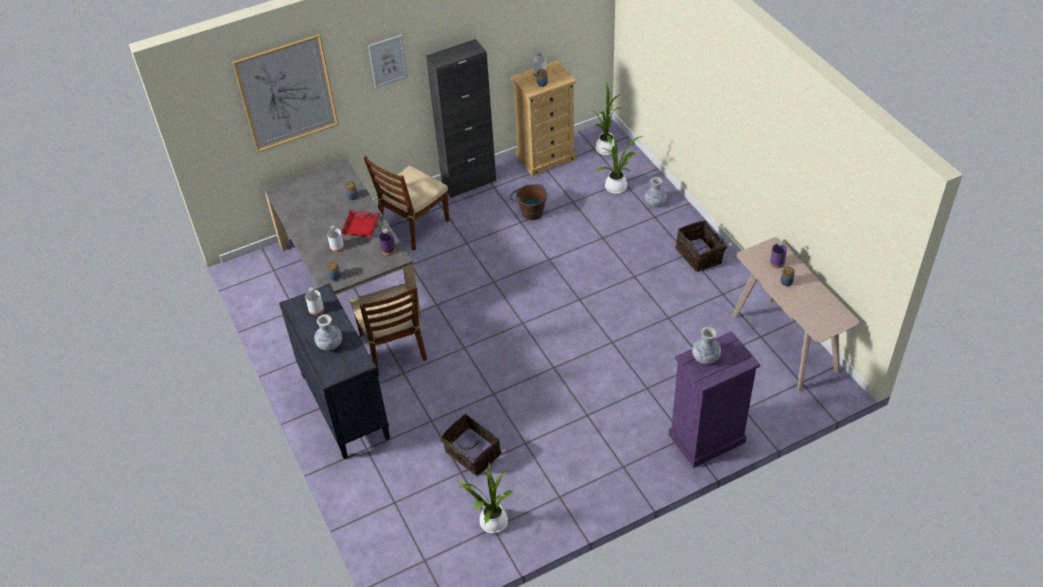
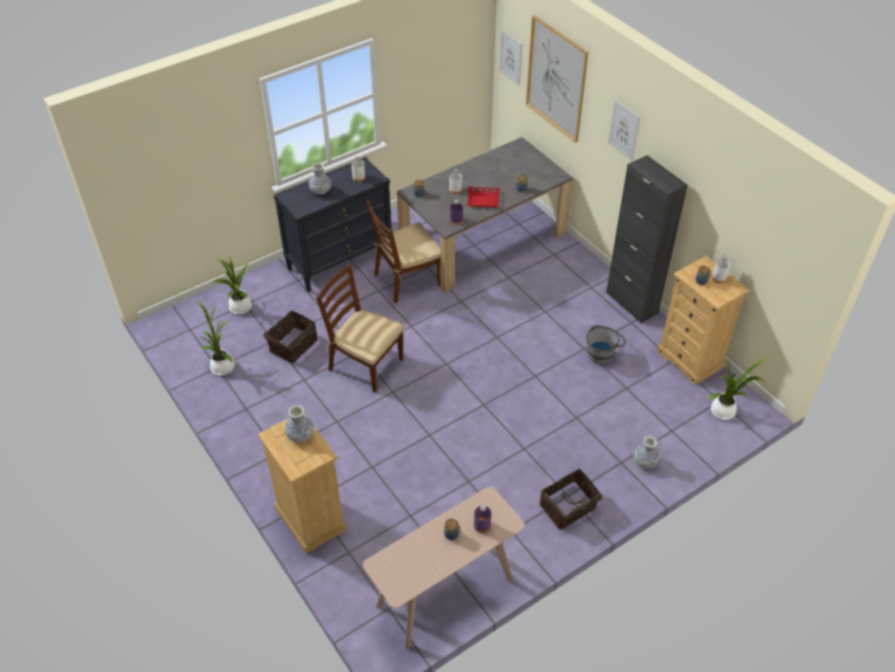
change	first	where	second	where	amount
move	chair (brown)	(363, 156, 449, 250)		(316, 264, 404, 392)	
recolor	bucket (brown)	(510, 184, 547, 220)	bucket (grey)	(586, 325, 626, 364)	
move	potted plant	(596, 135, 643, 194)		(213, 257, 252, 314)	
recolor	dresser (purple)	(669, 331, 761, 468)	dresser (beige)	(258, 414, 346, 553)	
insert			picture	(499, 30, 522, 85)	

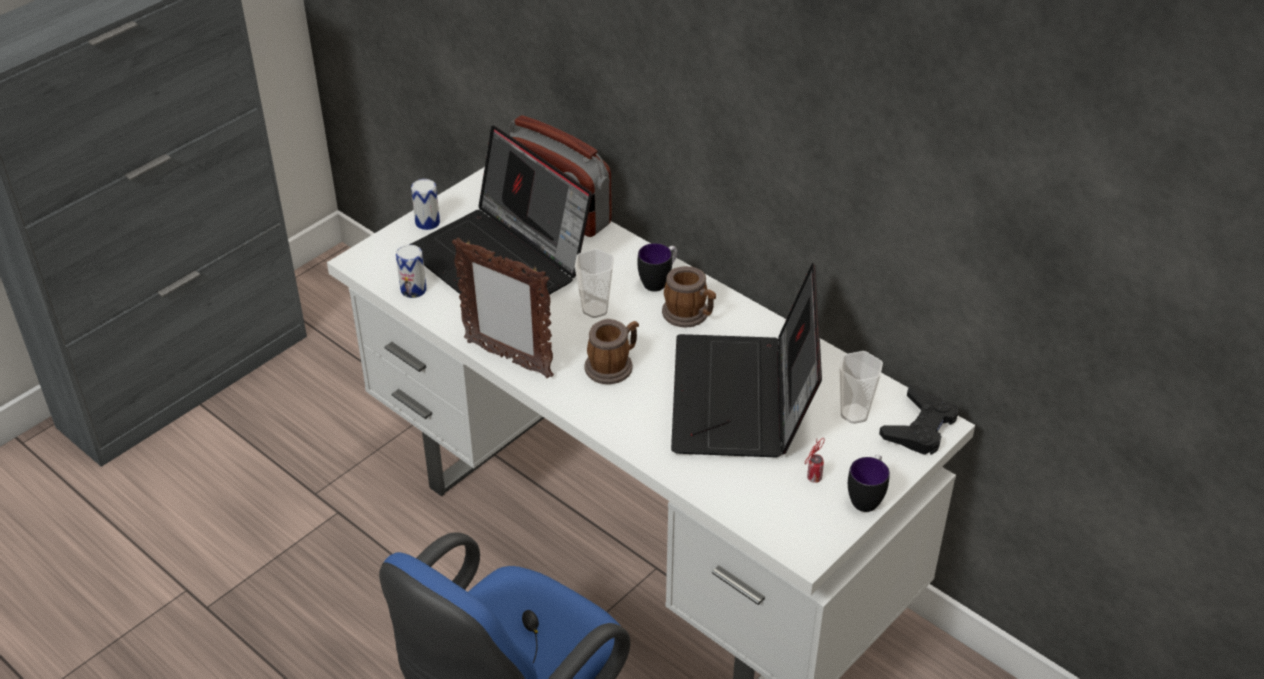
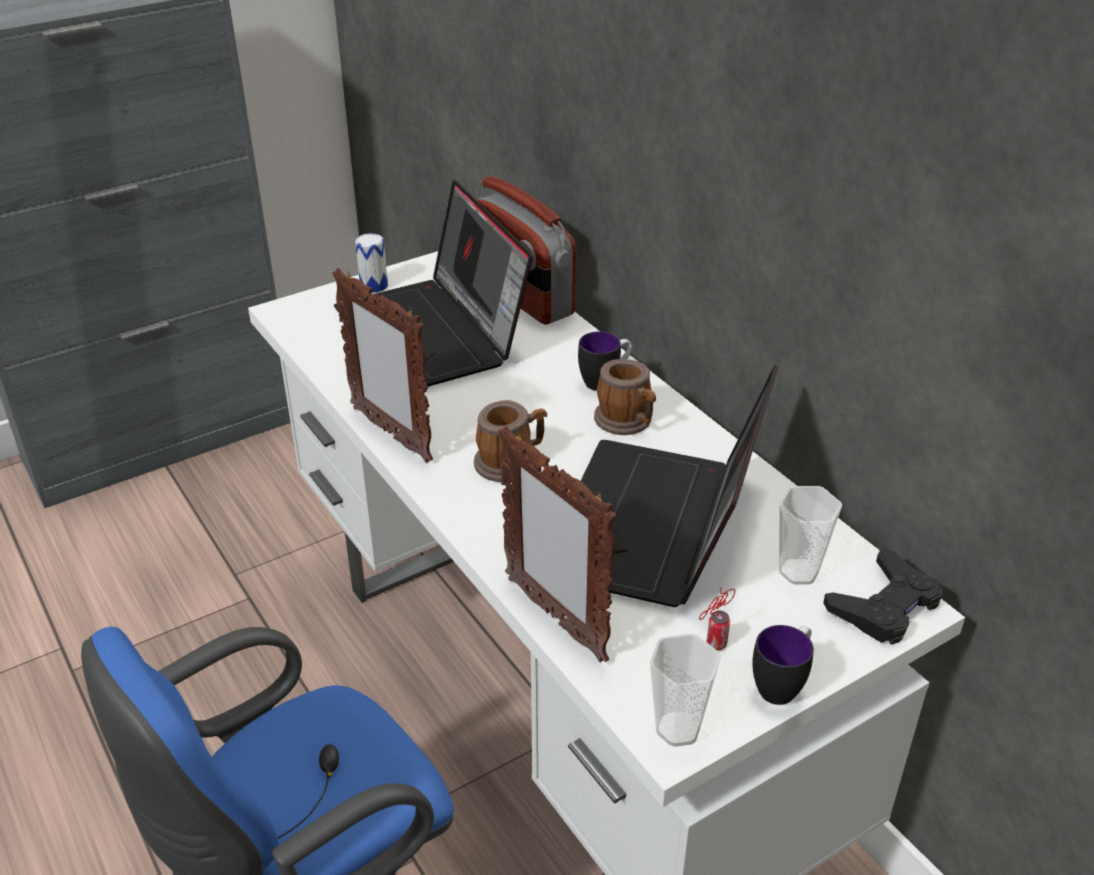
change	first	where	second	where	amount
delete	can	(396, 245, 427, 298)			
move	cup	(575, 249, 614, 318)		(650, 634, 721, 747)	
insert			picture frame	(498, 426, 617, 662)	

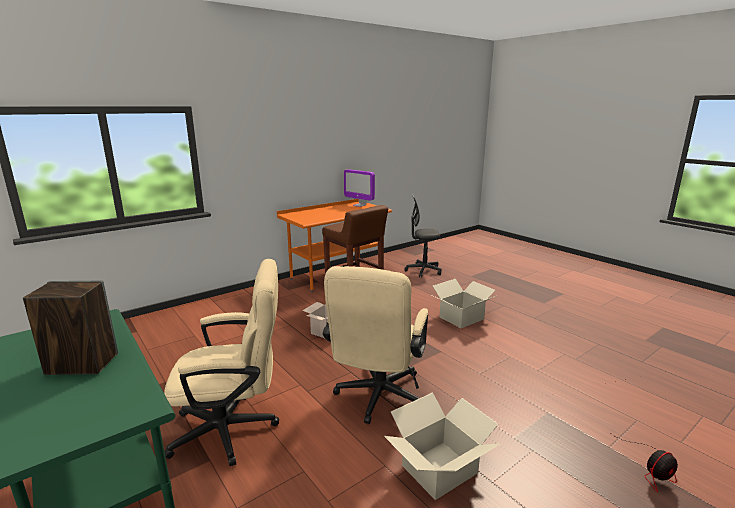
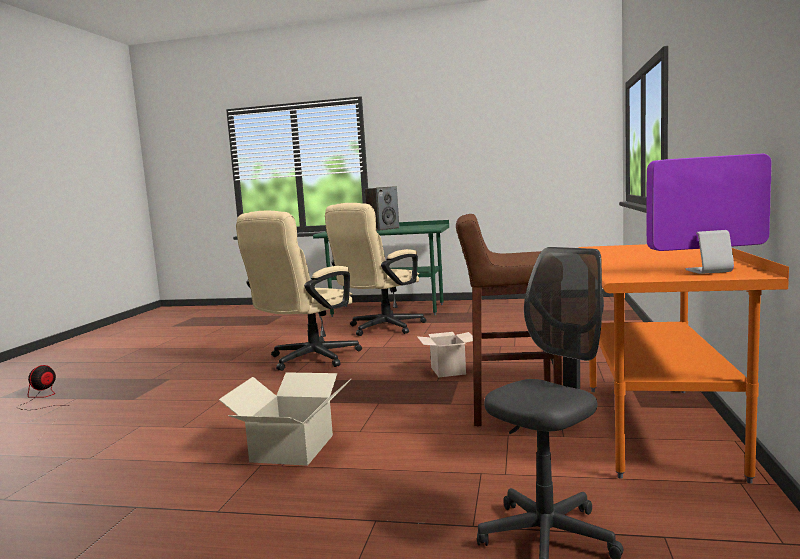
change	first	where	second	where	amount
rotate	office chair (beige)	(323, 266, 428, 424)		(236, 211, 362, 371)	120 degrees counterclockwise
delete	cardboard box	(384, 393, 500, 500)			

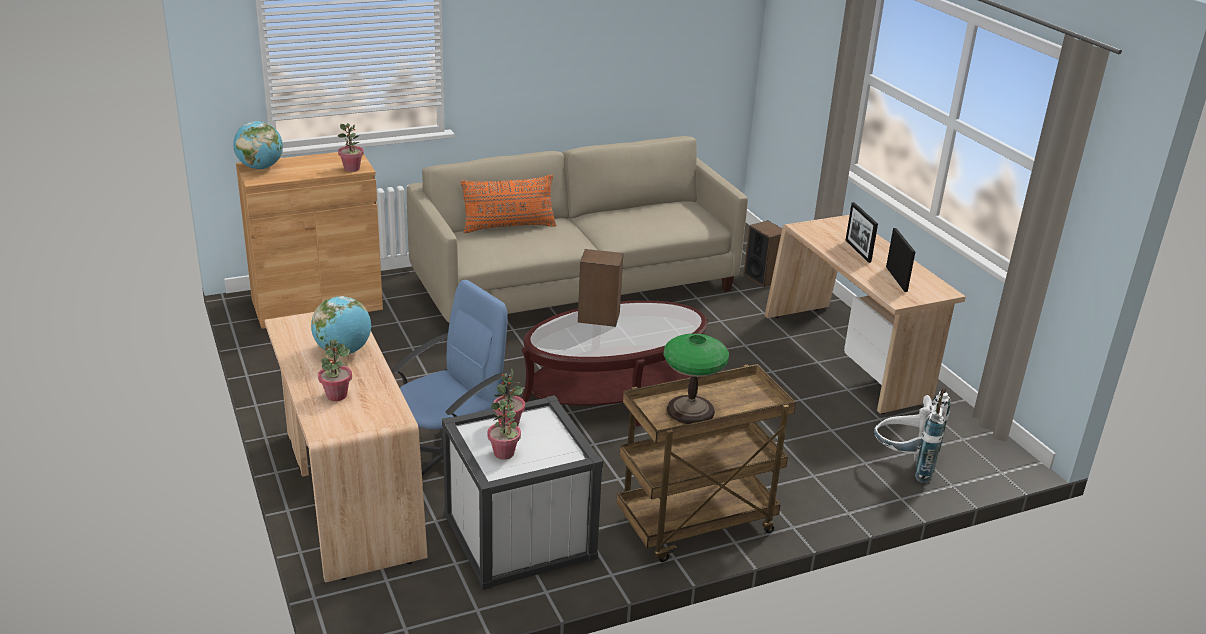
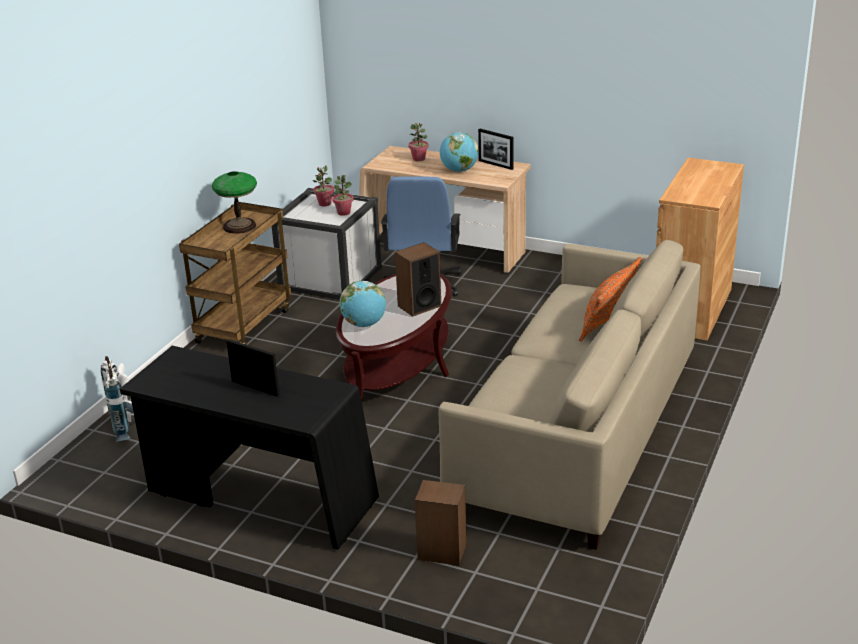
change	first	where	second	where	amount
move	globe	(233, 121, 283, 169)		(340, 281, 386, 327)	
delete	potted plant	(338, 123, 364, 172)			
recolor	desk (beige)	(765, 215, 966, 414)	desk (black)	(120, 346, 379, 550)	
move	picture frame	(886, 228, 915, 292)		(478, 129, 513, 170)	

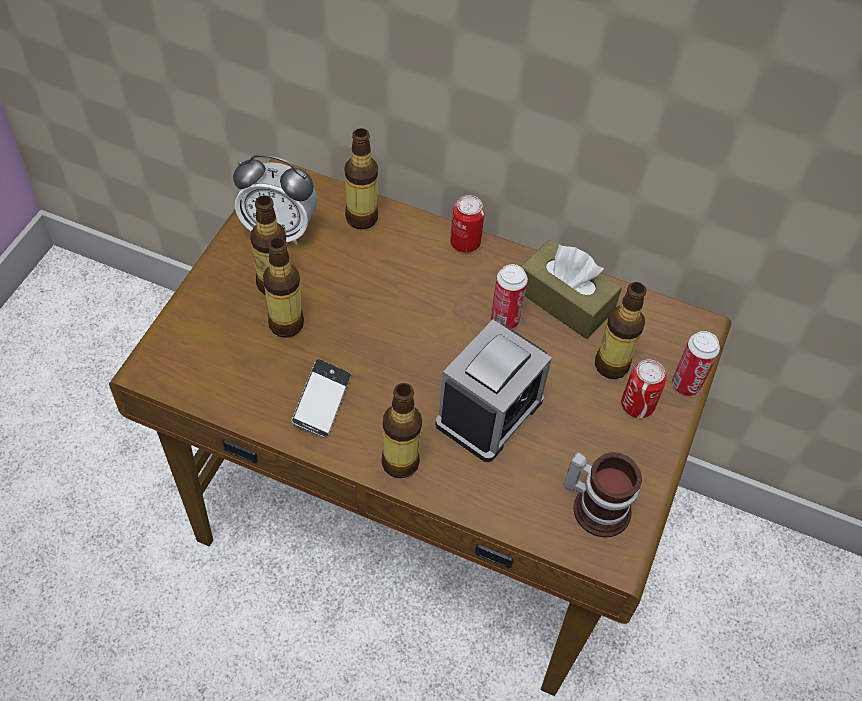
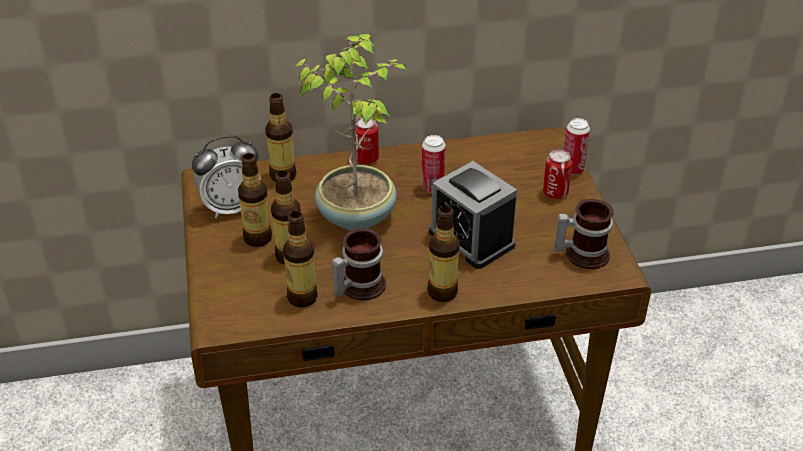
change	first	where	second	where	amount
replace	phone	(291, 359, 351, 438)	mug	(332, 228, 386, 300)	
rotate	alarm clock	(435, 320, 552, 462)		(429, 161, 517, 269)	135 degrees clockwise
delete	tissue box (brown)	(521, 240, 622, 339)			
move	bottle	(595, 282, 647, 379)		(283, 211, 318, 307)	
insert			potted plant	(294, 33, 407, 230)	

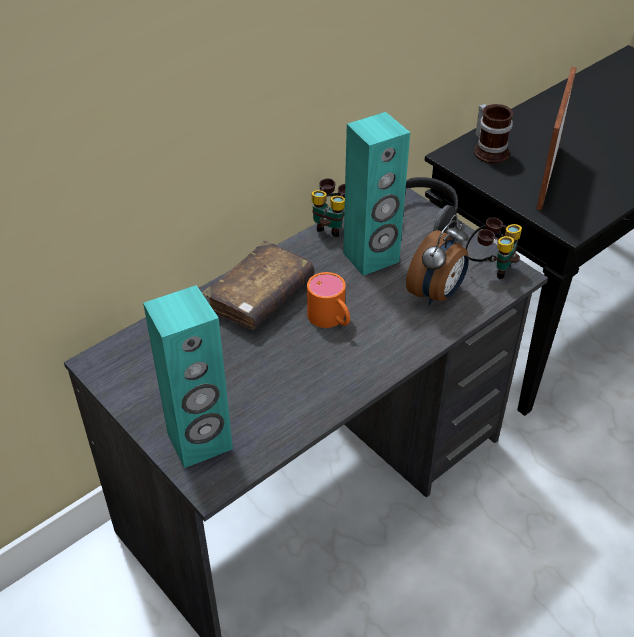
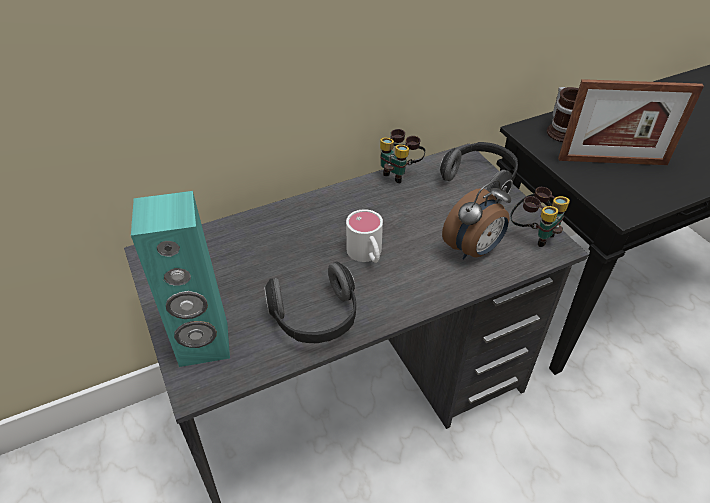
change	first	where	second	where	amount
delete	book (brown)	(202, 240, 315, 330)			
recolor	mug (orange)	(307, 272, 350, 328)	mug (white)	(346, 209, 383, 263)	
delete	speaker (turquoise)	(343, 112, 410, 276)			
rotate	picture frame	(537, 67, 577, 210)		(558, 79, 704, 165)	120 degrees counterclockwise
insert			headphones	(264, 261, 356, 343)	

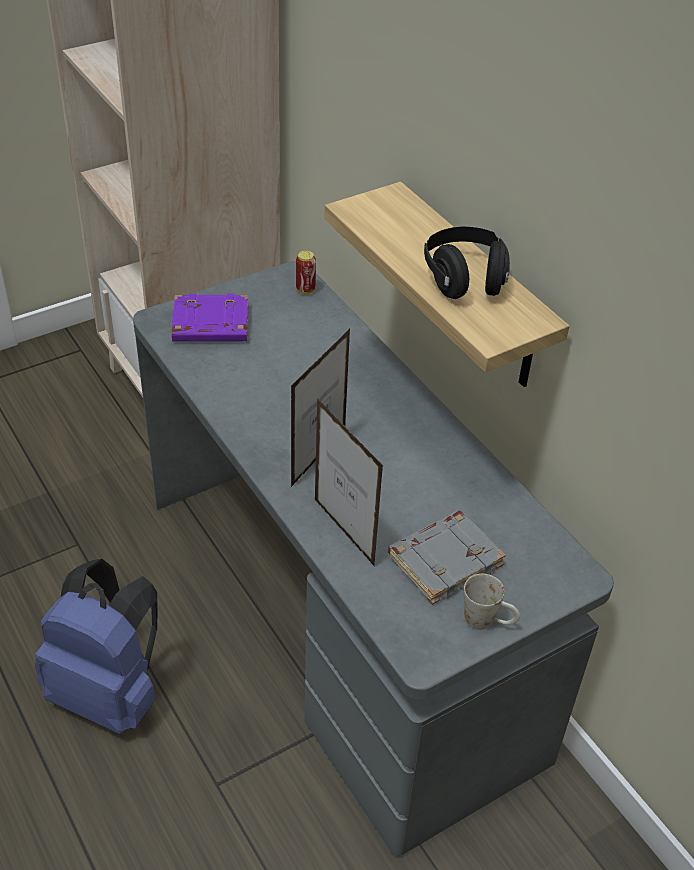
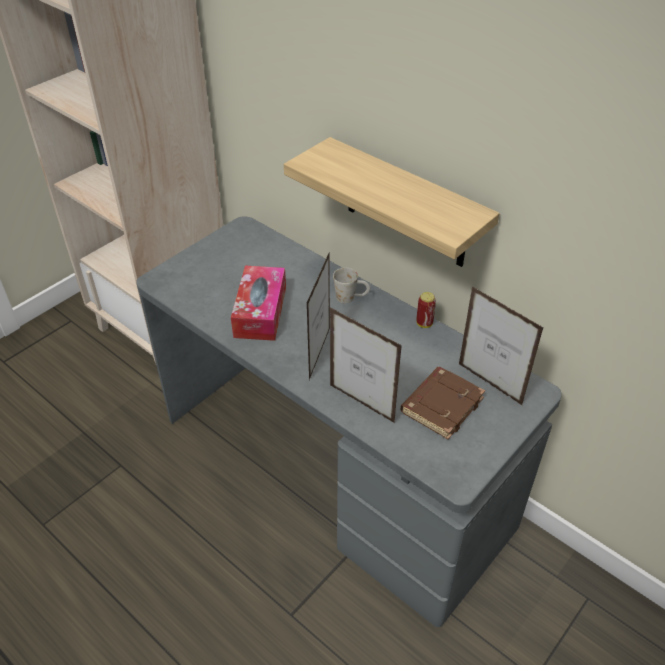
change	first	where	second	where	amount
delete	backpack (blue)	(35, 559, 158, 734)			
delete	book (purple)	(172, 293, 248, 342)			
move	can	(296, 251, 316, 294)		(416, 292, 436, 328)	
recolor	book (grey)	(388, 510, 506, 605)	book (brown)	(401, 367, 485, 440)	
delete	headphones (black)	(424, 227, 510, 299)			
move	mug (white)	(464, 574, 520, 630)		(333, 268, 370, 304)	
insert			tissue box	(231, 266, 286, 341)	
insert			picture frame	(459, 286, 544, 406)	

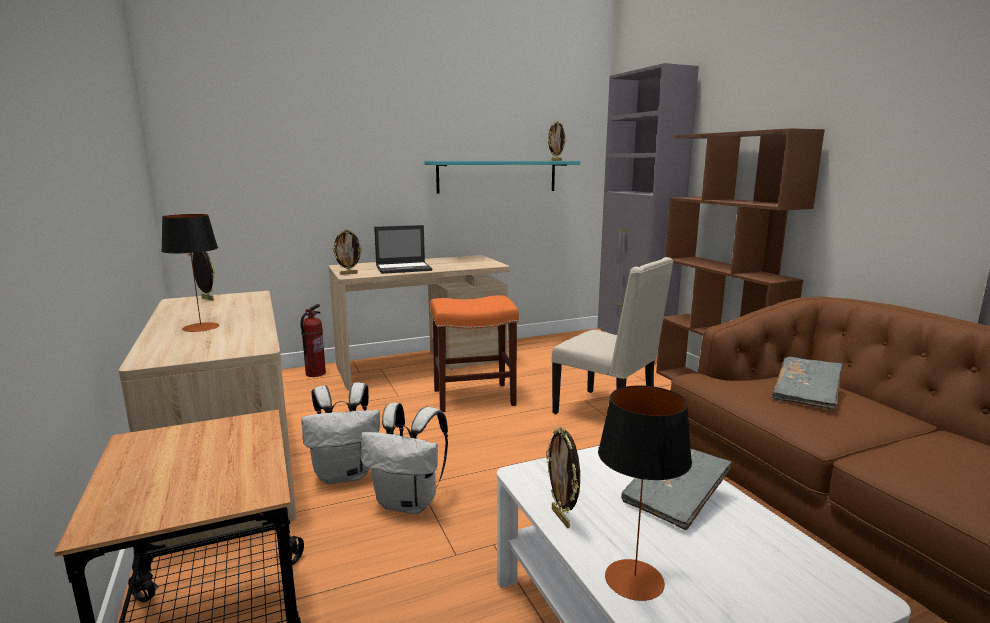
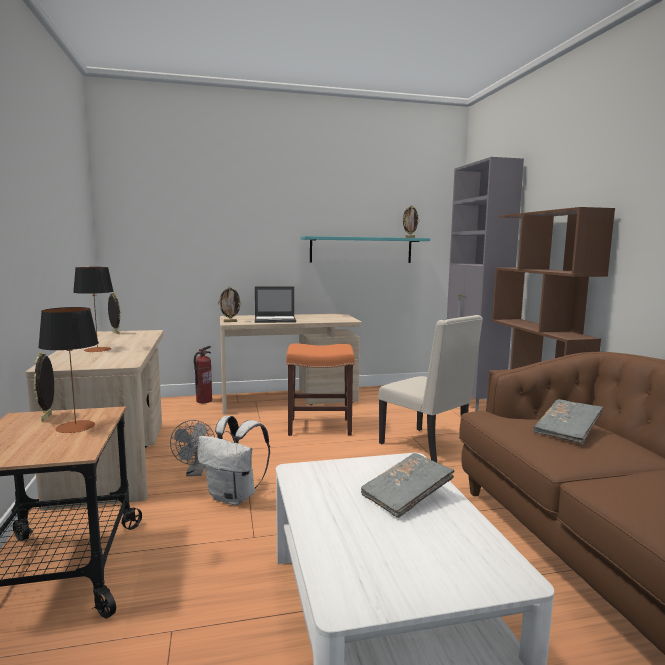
change	first	where	second	where	amount
replace	backpack (white)	(301, 382, 380, 484)	fan (grey)	(170, 420, 215, 476)	
move	picture frame	(546, 427, 580, 528)		(33, 352, 54, 422)	
move	table lamp	(598, 385, 692, 601)		(38, 307, 99, 433)	

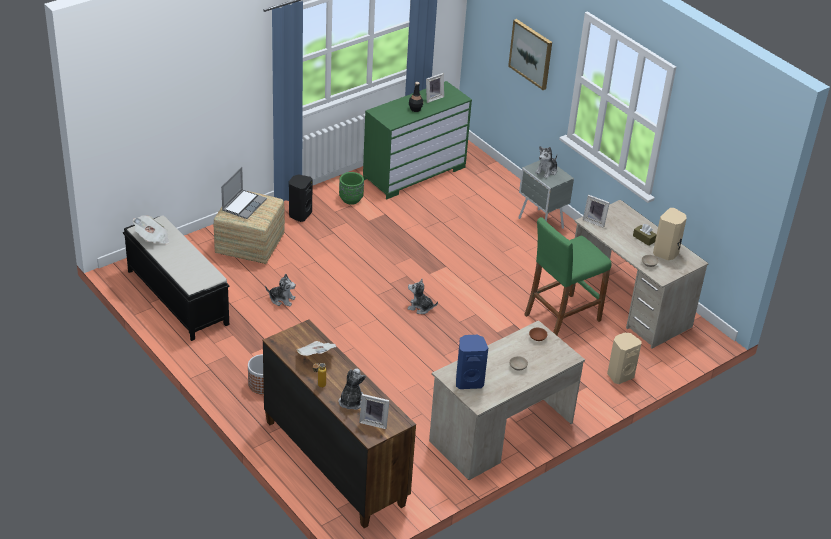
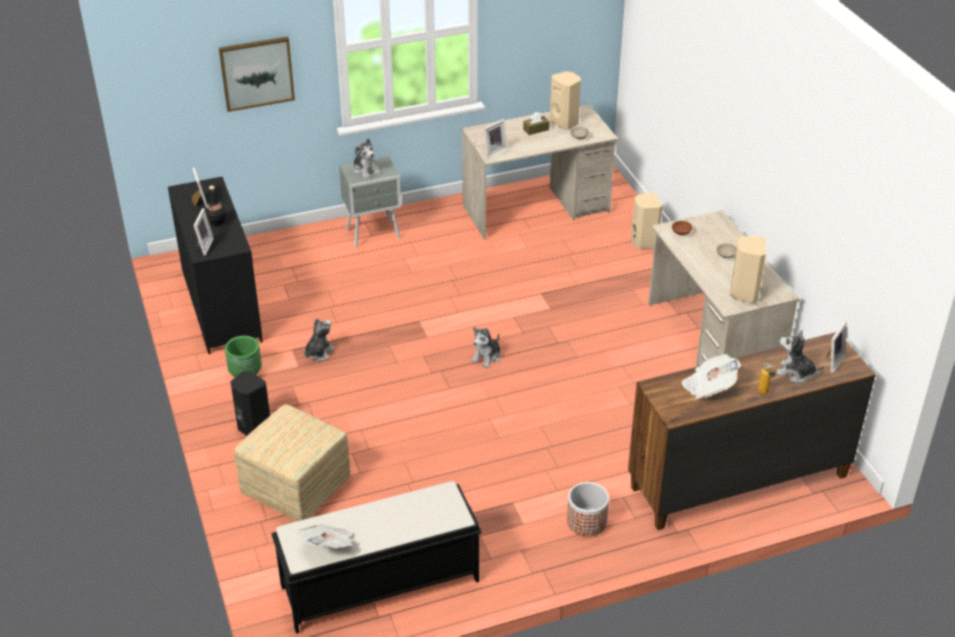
change	first	where	second	where	amount
delete	laptop	(221, 167, 267, 219)			
move	plush toy	(265, 274, 296, 306)		(304, 318, 335, 361)	
recolor	dresser (green)	(363, 81, 472, 199)	dresser (black)	(168, 177, 263, 354)	
recolor	speaker (blue)	(456, 335, 488, 389)	speaker (beige)	(730, 236, 767, 303)	
delete	stool (green)	(524, 217, 612, 335)			
insert			picture frame	(194, 208, 214, 256)	

